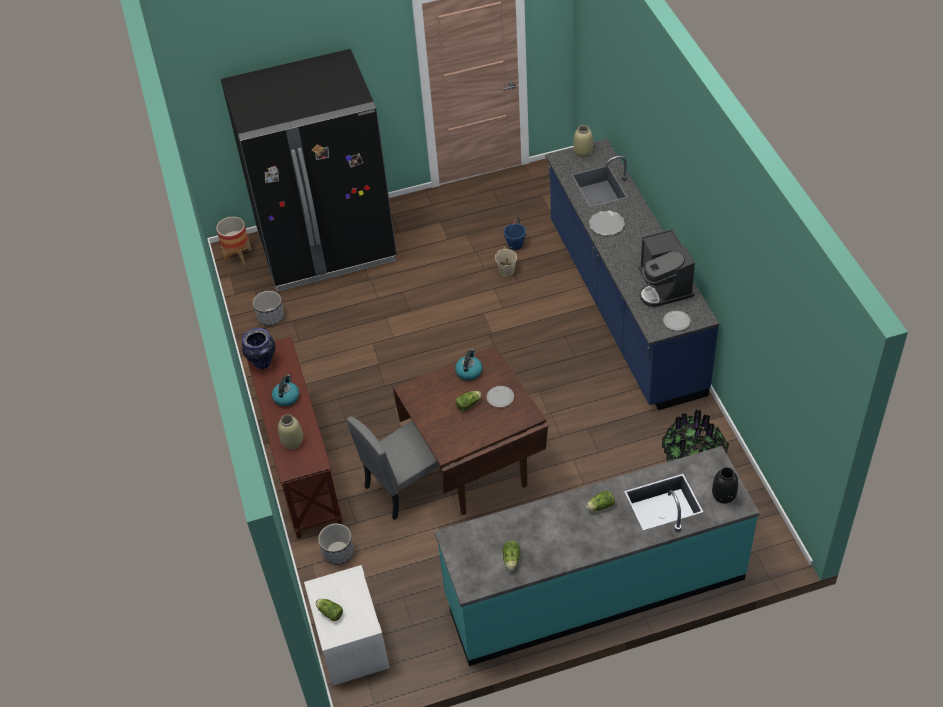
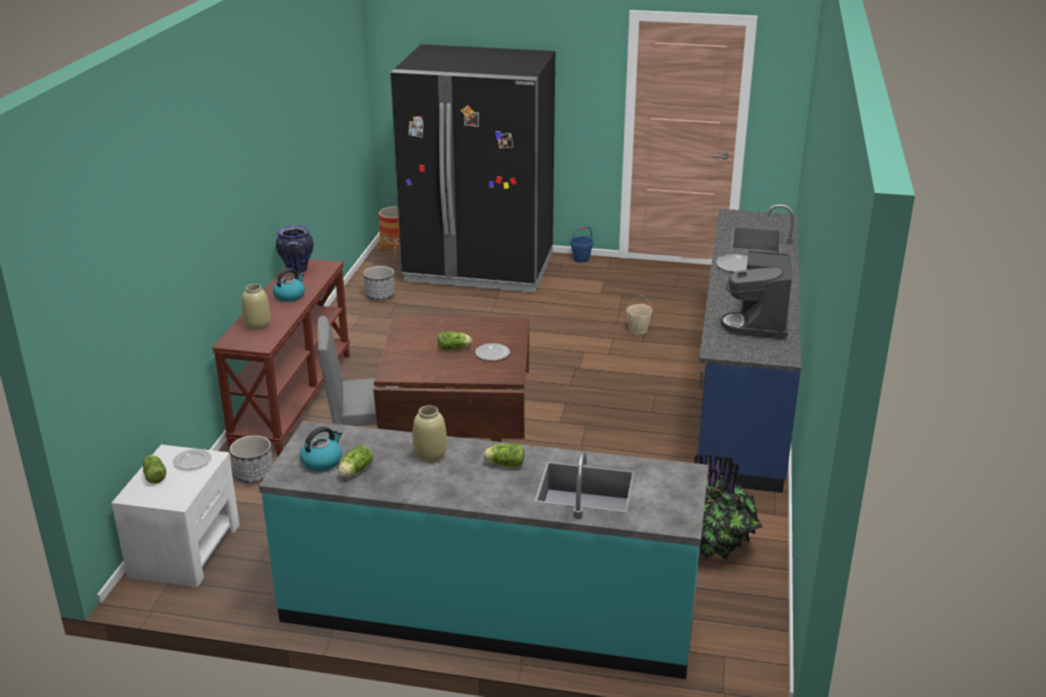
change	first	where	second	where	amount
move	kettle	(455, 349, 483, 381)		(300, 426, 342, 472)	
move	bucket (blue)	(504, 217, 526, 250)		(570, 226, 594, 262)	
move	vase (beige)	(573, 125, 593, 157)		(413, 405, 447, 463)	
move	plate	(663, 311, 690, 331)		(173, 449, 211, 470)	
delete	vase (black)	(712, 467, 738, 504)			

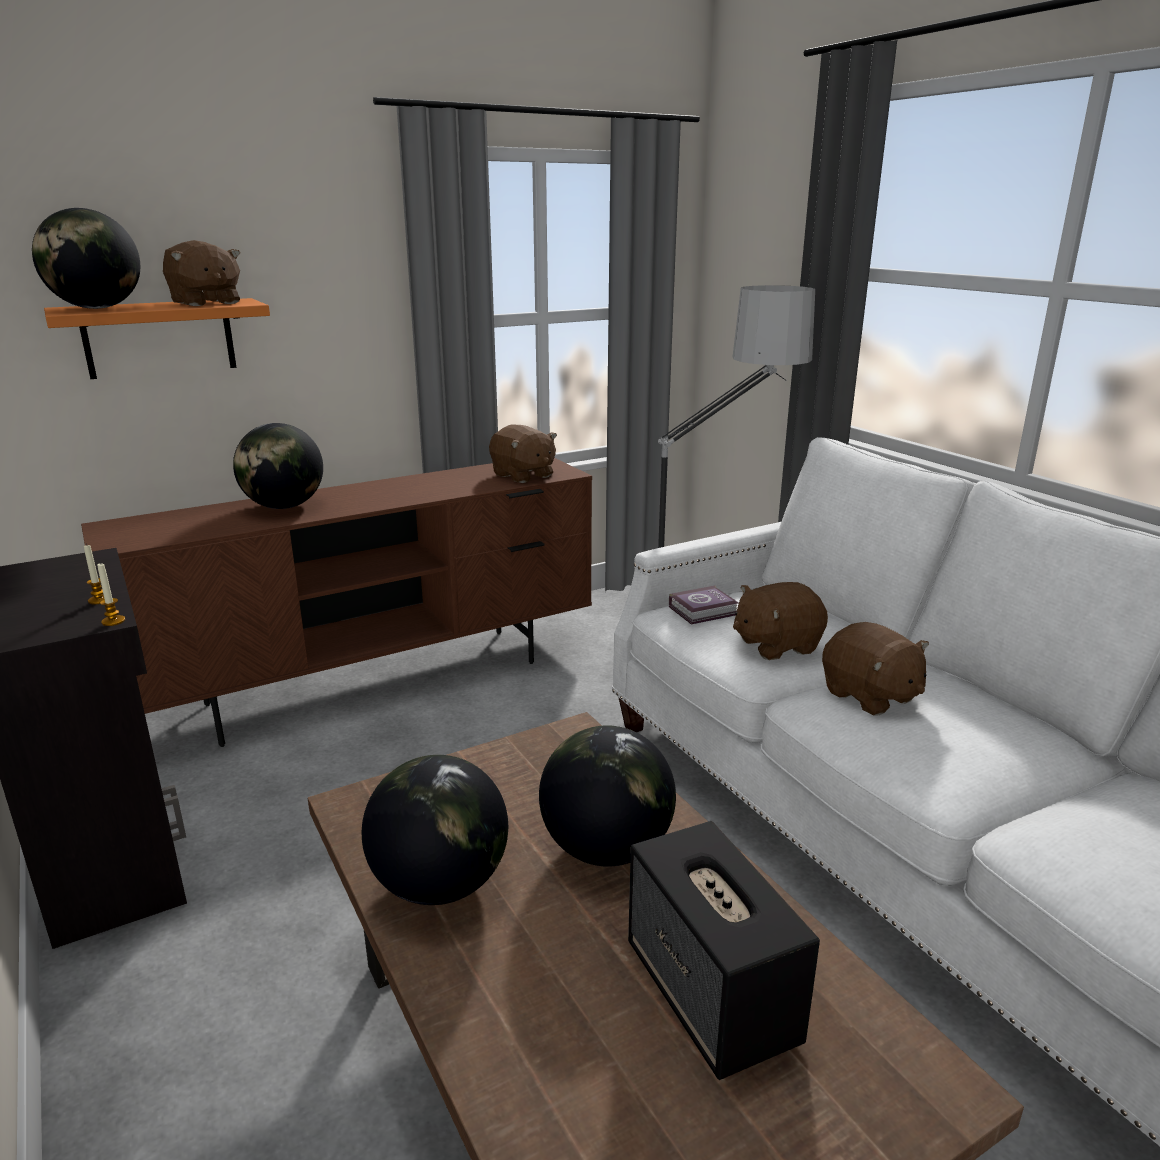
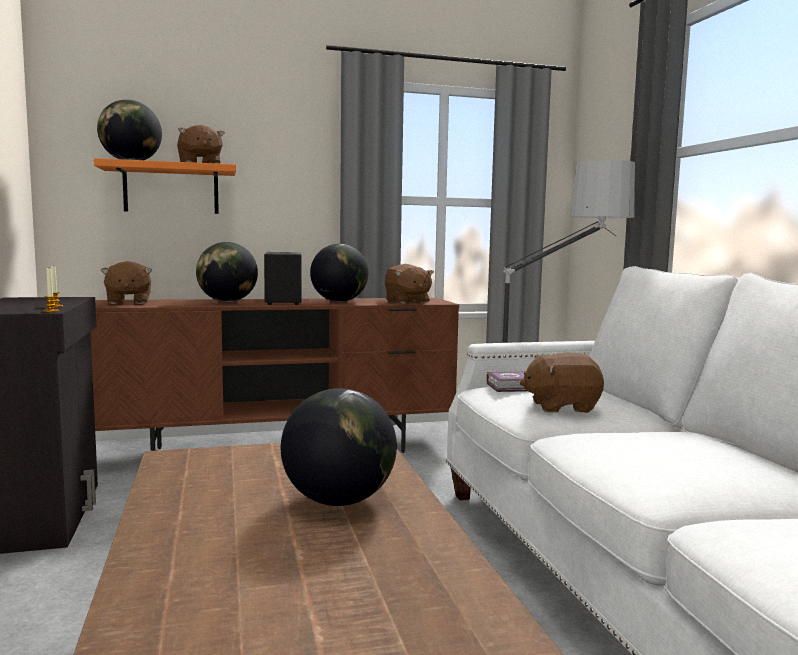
change	first	where	second	where	amount
move	globe	(362, 755, 508, 905)		(310, 244, 368, 302)	
move	speaker	(628, 821, 820, 1080)		(264, 252, 302, 305)	
move	plush toy (brown)	(822, 622, 929, 716)		(100, 261, 152, 304)	

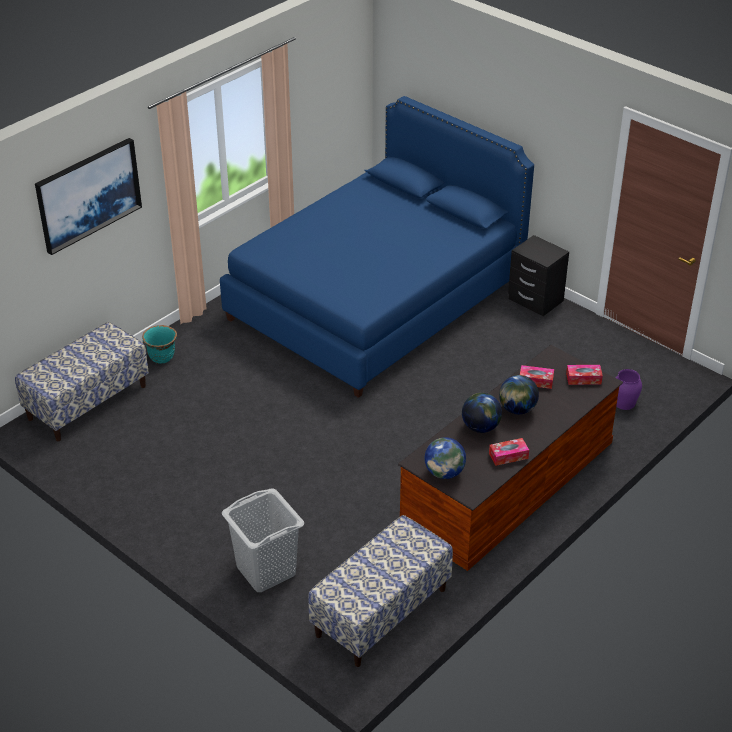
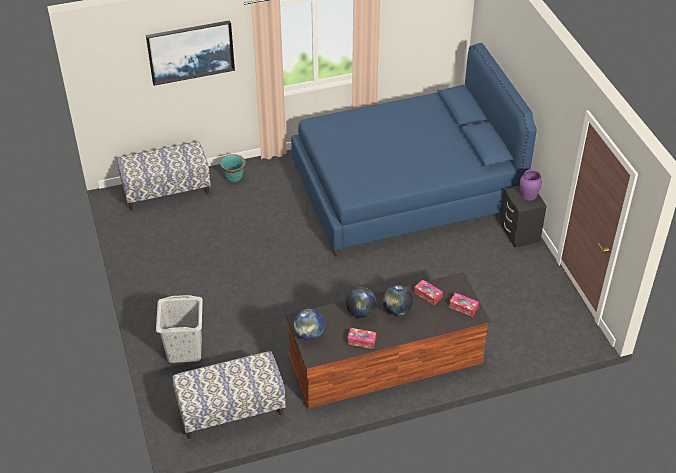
change	first	where	second	where	amount
move	vase (purple)	(616, 369, 642, 410)		(520, 169, 542, 200)	

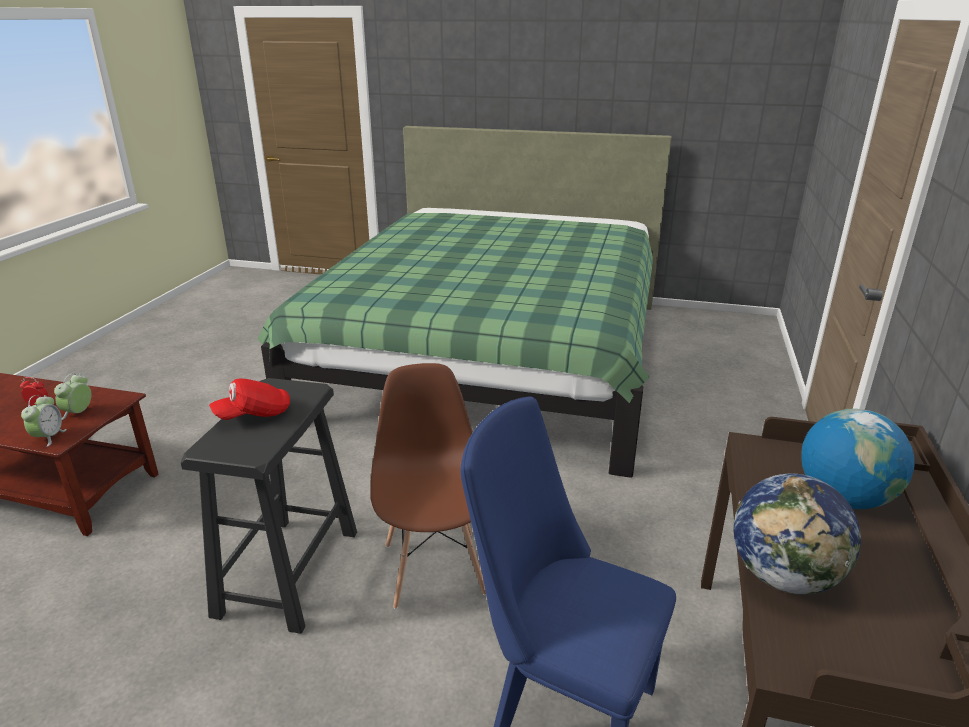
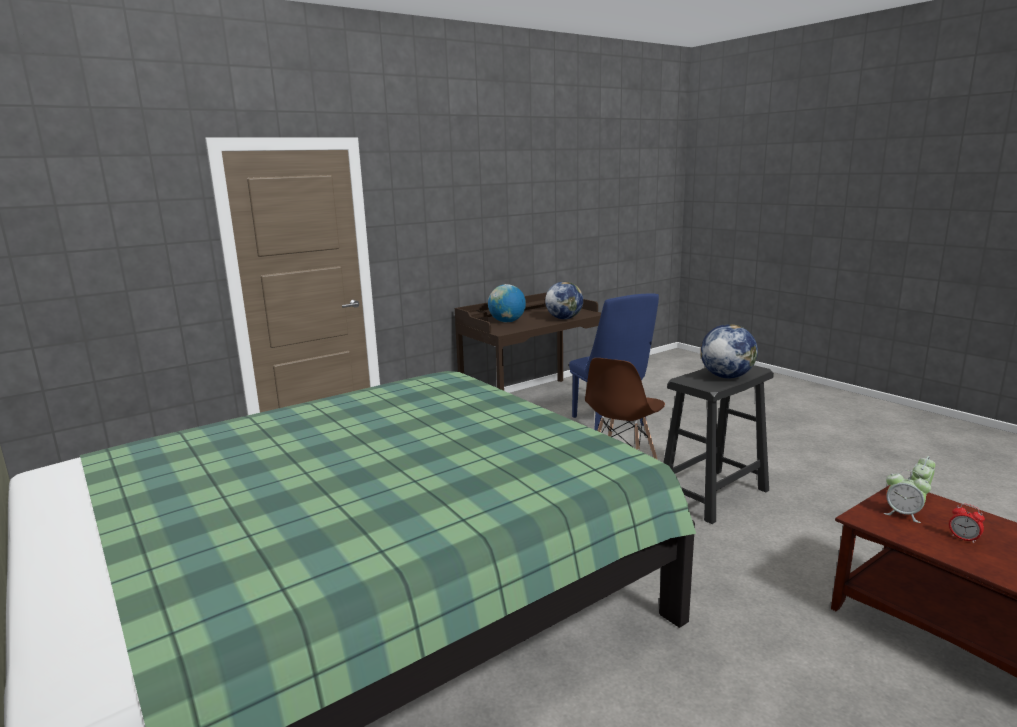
change	first	where	second	where	amount
rotate	alarm clock	(54, 373, 91, 420)		(884, 470, 931, 523)	75 degrees clockwise
replace	cap (red)	(209, 378, 290, 420)	globe	(700, 324, 758, 378)	

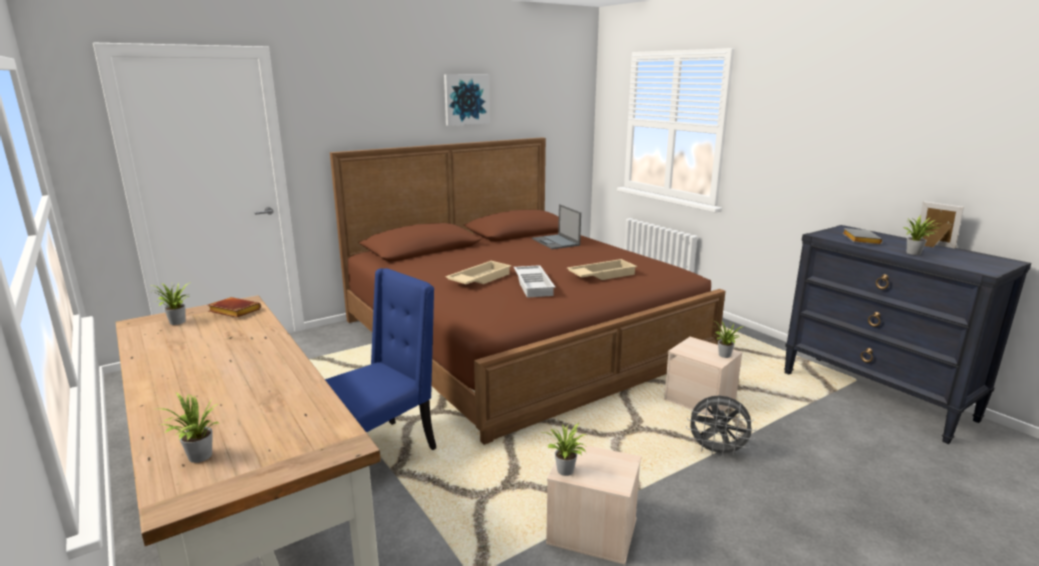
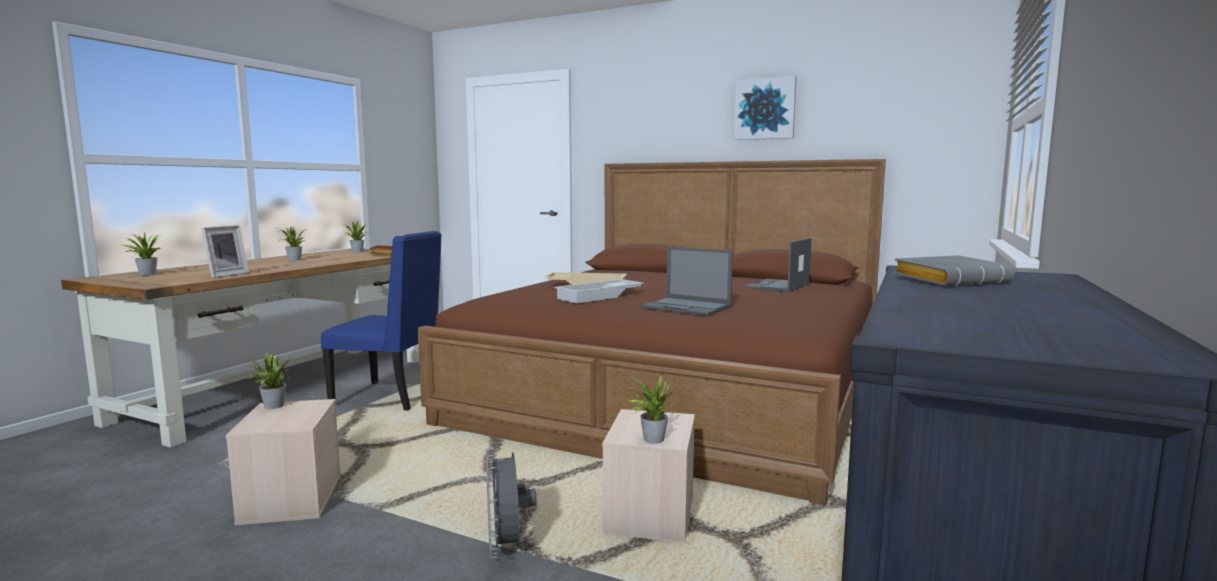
change	first	where	second	where	amount
replace	tray (beige)	(567, 259, 637, 280)	laptop	(641, 247, 733, 316)	
move	potted plant	(903, 215, 941, 255)		(274, 225, 306, 261)	
move	picture frame	(920, 201, 964, 249)		(201, 225, 249, 278)	

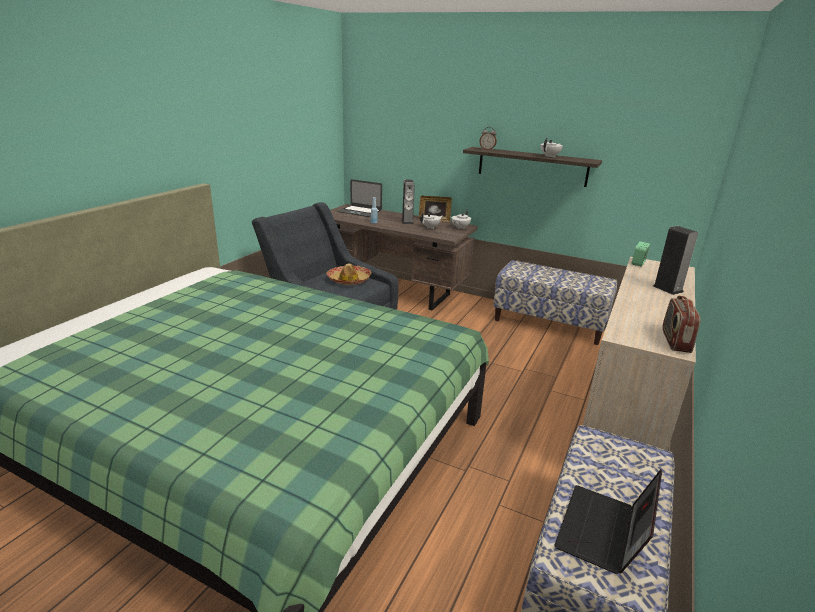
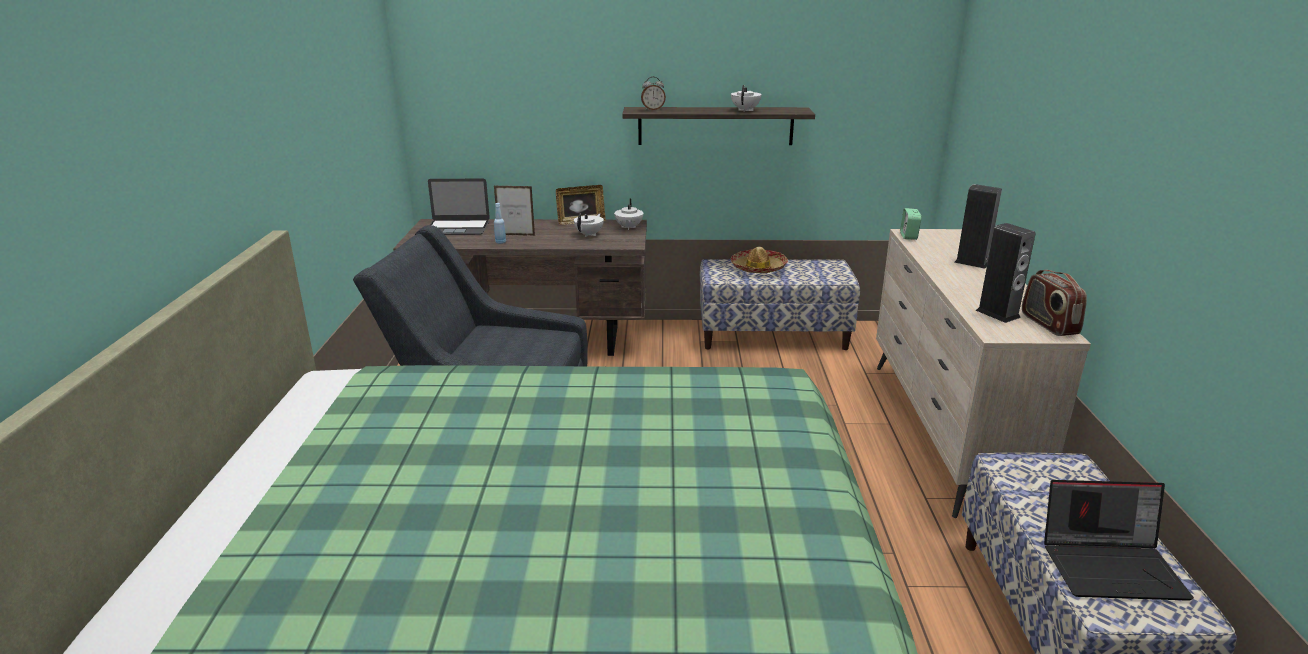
change	first	where	second	where	amount
move	hat	(326, 264, 371, 285)		(731, 247, 788, 273)	
move	speaker	(402, 180, 415, 224)		(976, 223, 1036, 323)	
rotate	laptop	(554, 469, 662, 574)		(1044, 480, 1194, 601)	90 degrees counterclockwise
insert			picture frame	(494, 186, 535, 236)	

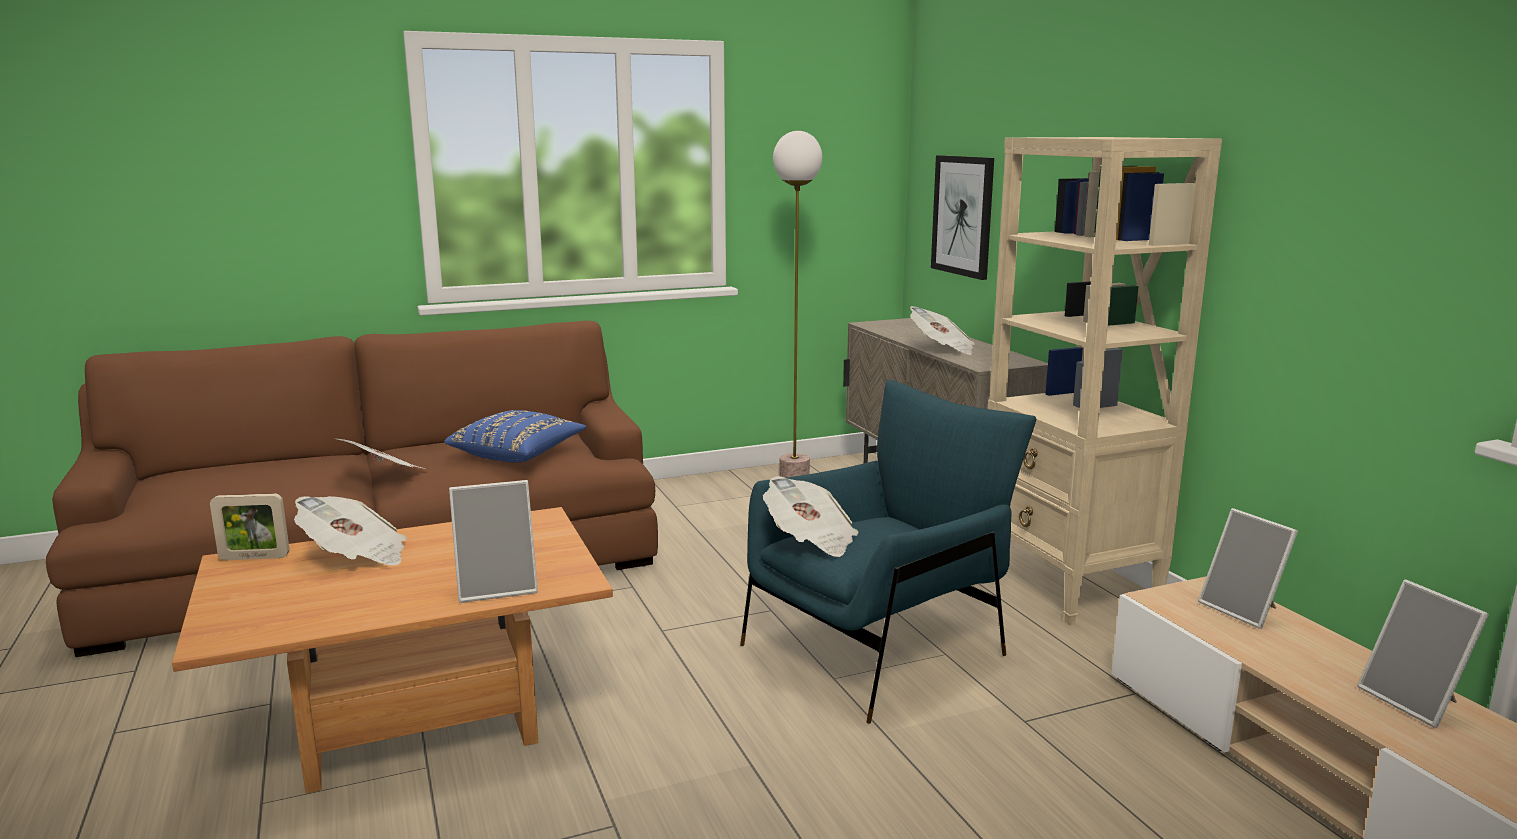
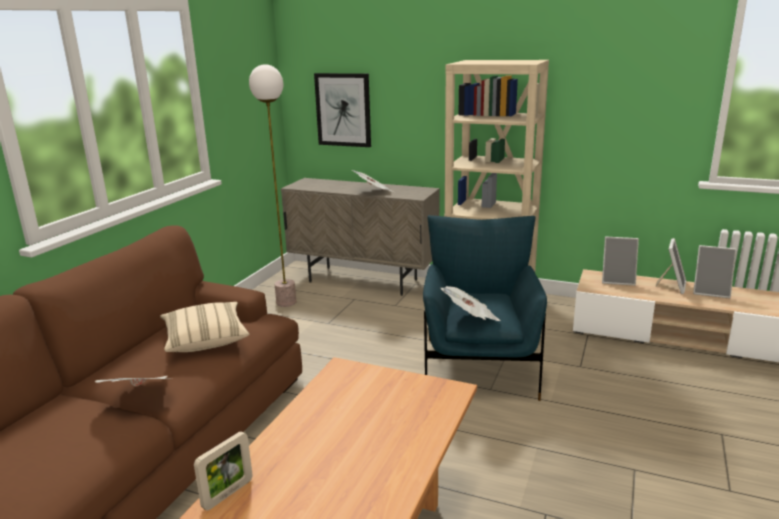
change	first	where	second	where	amount
delete	newspaper	(294, 496, 406, 566)			
recolor	pillow (blue)	(445, 410, 586, 462)	pillow (beige)	(160, 302, 249, 352)	
move	picture frame	(449, 480, 538, 603)		(656, 238, 687, 294)	

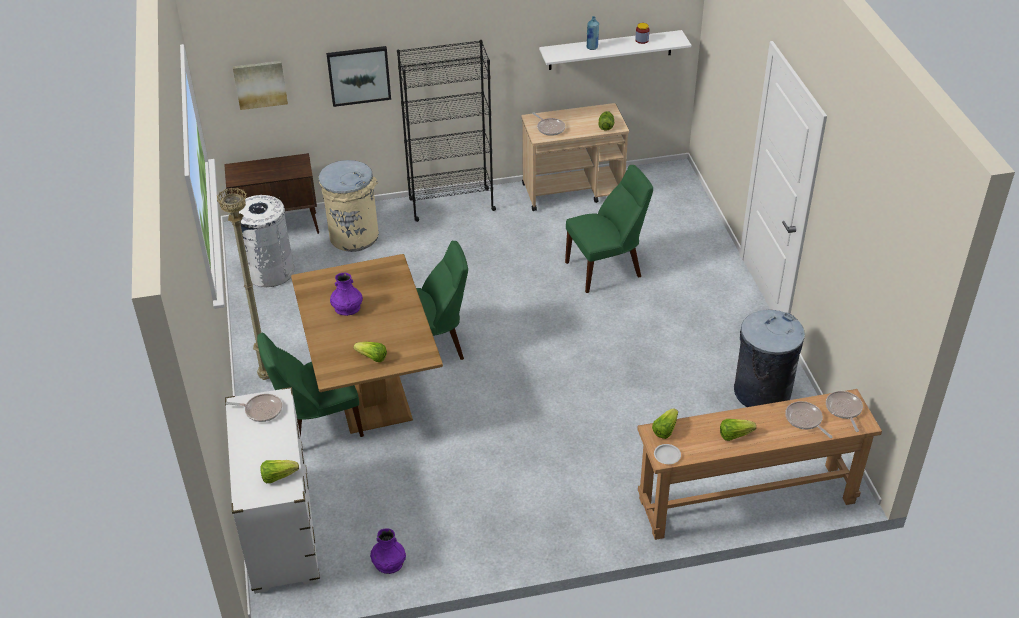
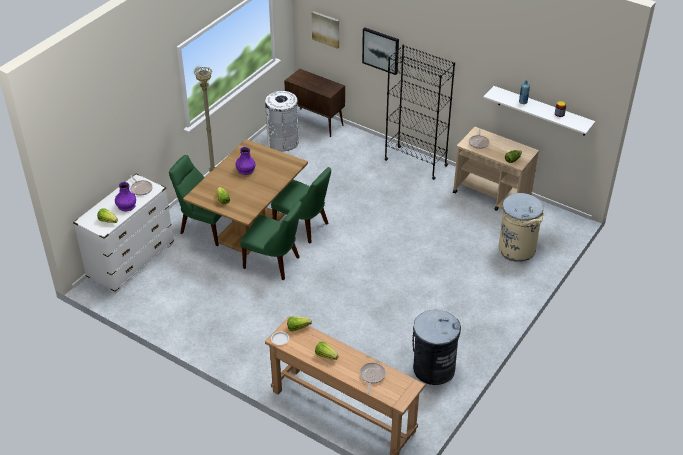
change	first	where	second	where	amount
move	trash can (beige)	(318, 160, 379, 252)		(499, 193, 544, 262)	
move	vase (purple)	(370, 528, 406, 574)		(115, 182, 136, 211)	
move	chair (green)	(565, 165, 653, 293)		(240, 201, 302, 280)	
delete	frying pan	(826, 391, 863, 432)			

